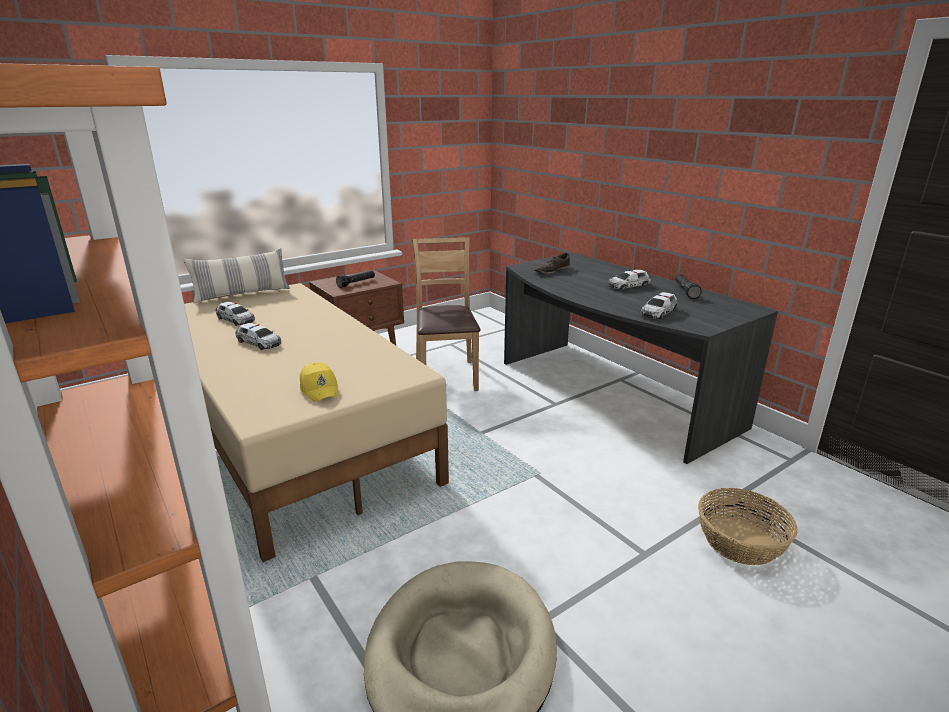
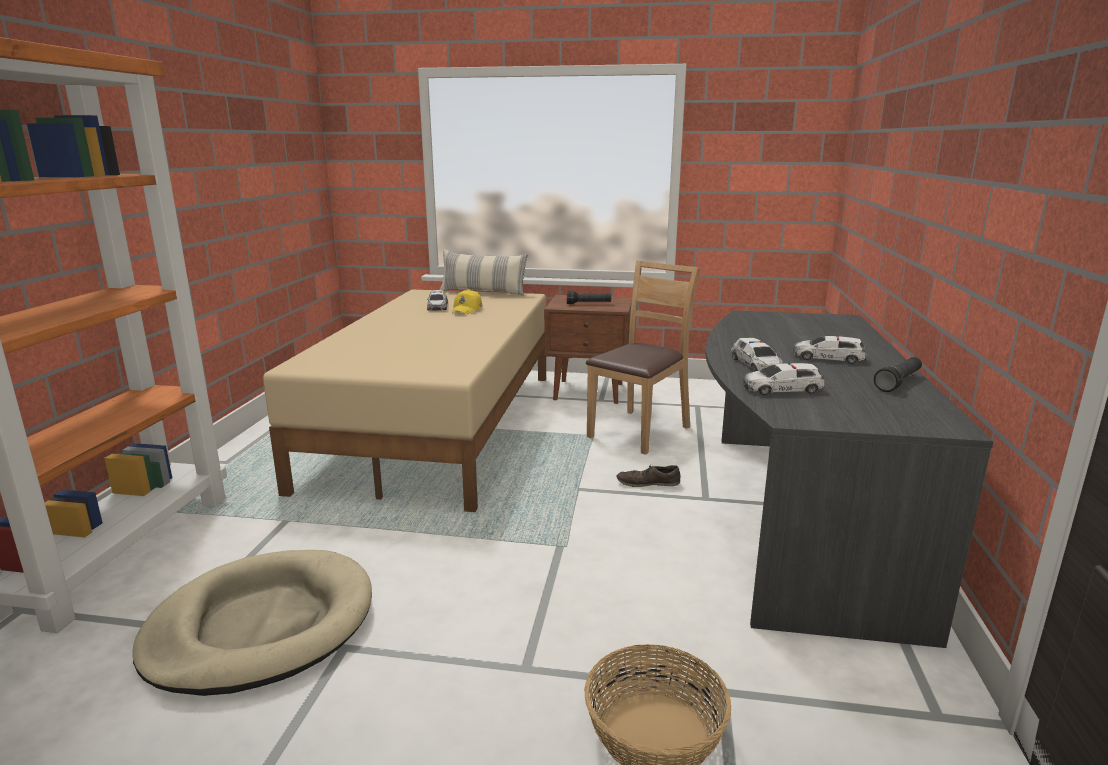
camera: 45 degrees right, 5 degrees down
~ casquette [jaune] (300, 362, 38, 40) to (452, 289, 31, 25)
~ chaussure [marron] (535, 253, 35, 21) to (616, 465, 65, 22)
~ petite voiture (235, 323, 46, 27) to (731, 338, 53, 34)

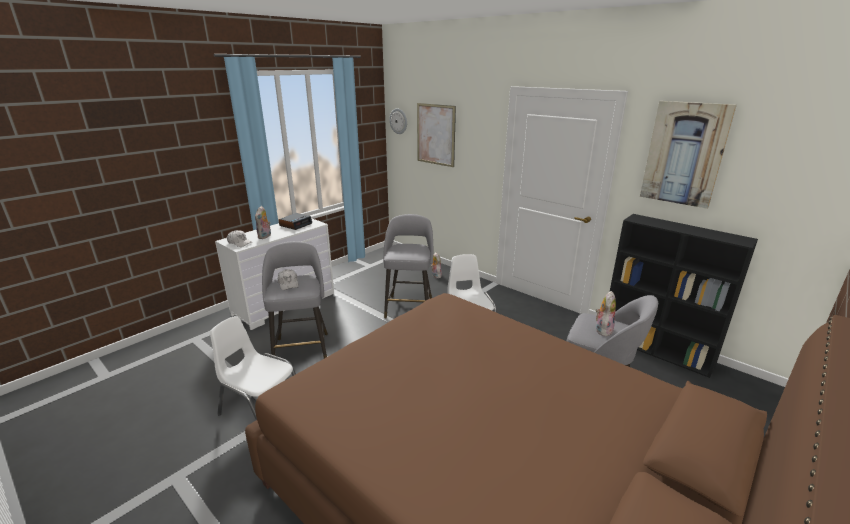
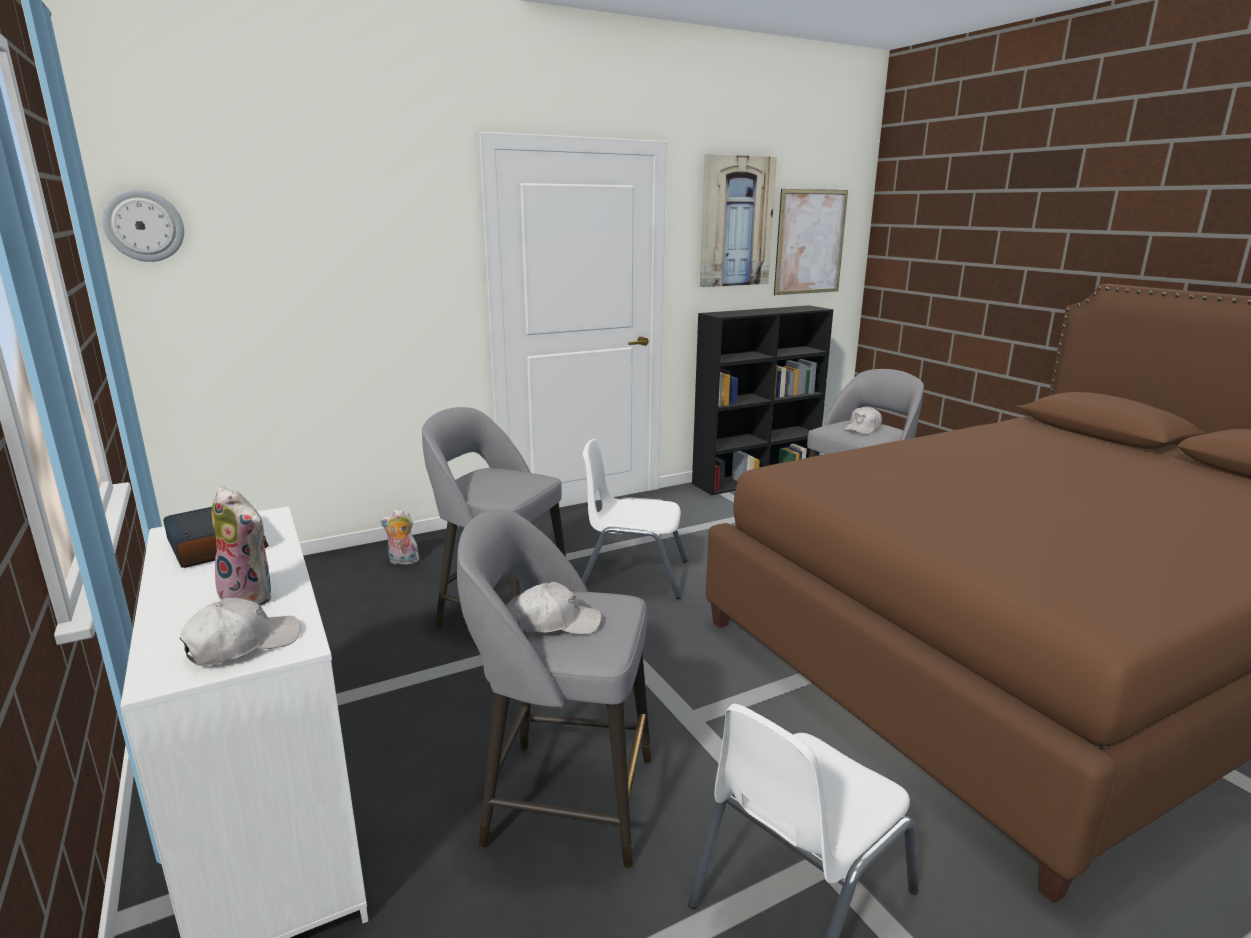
camera: 70 degrees left, 5 degrees down
~ tableau (417, 103, 39, 64) to (774, 189, 74, 106)
~ peluche (596, 291, 20, 45) to casquette [blanc] (844, 406, 38, 29)

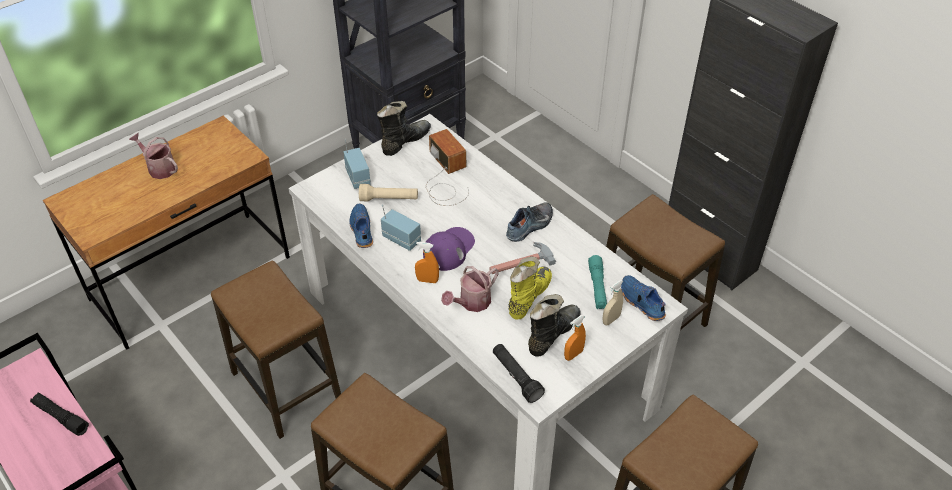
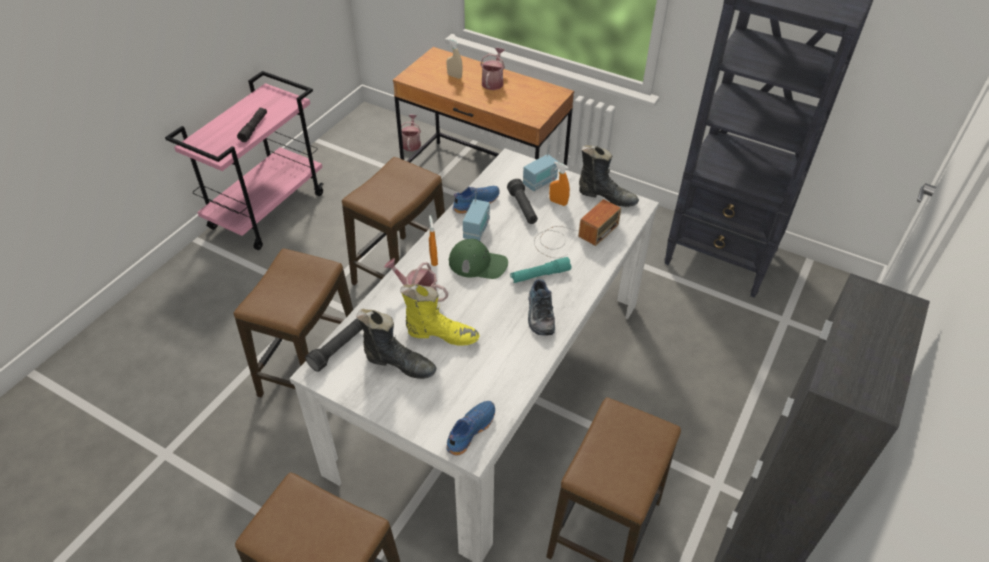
camera: 70 degrees right, 0 degrees up
+ arrosoir (401, 115, 20, 36)
~ vaporisateur [beige] (602, 280, 22, 45) to (447, 39, 16, 40)
~ casquette [violet] (423, 227, 52, 44) to casquette [vert] (449, 239, 59, 40)
~ lampe de poche [beige] (359, 184, 59, 17) to lampe de poche [noir] (507, 179, 31, 45)
~ lampe de poche [turquoise] (588, 255, 19, 54) to (510, 257, 61, 26)
~ chaussure (506, 203, 47, 39) = (528, 279, 27, 56) 60 degrees clockwise
~ vaporisateur [orange] (564, 315, 22, 46) to (549, 162, 21, 44)
- marteau (489, 242, 67, 32)

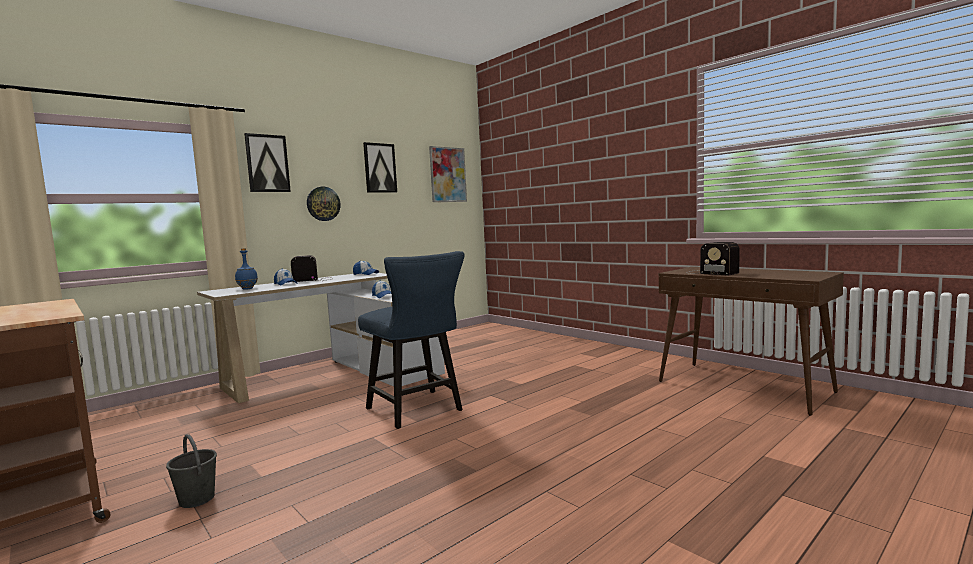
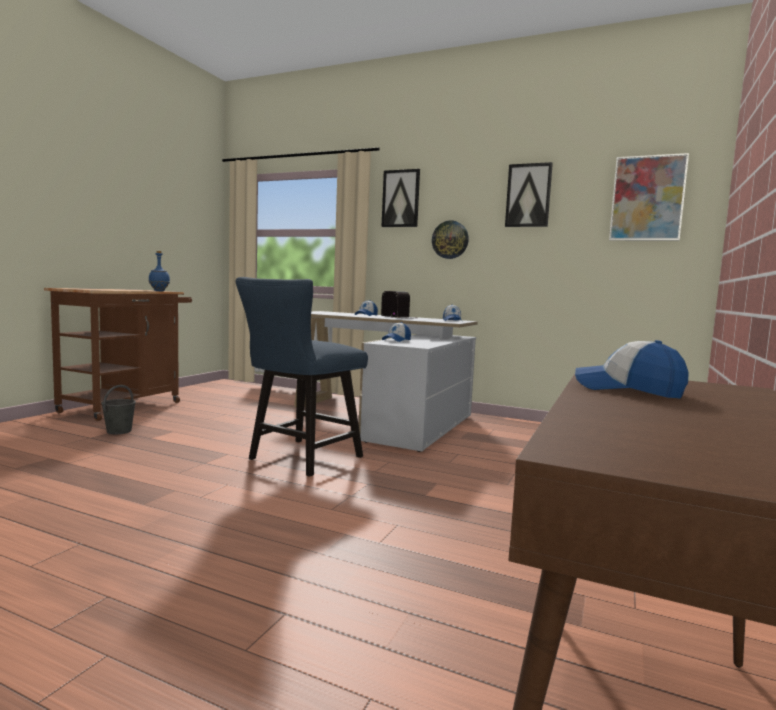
camera: 65 degrees right, 0 degrees up
~ bouteille [bleu] (235, 248, 23, 42) to (149, 251, 21, 40)
~ radio (686, 242, 54, 34) to casquette (575, 340, 114, 58)

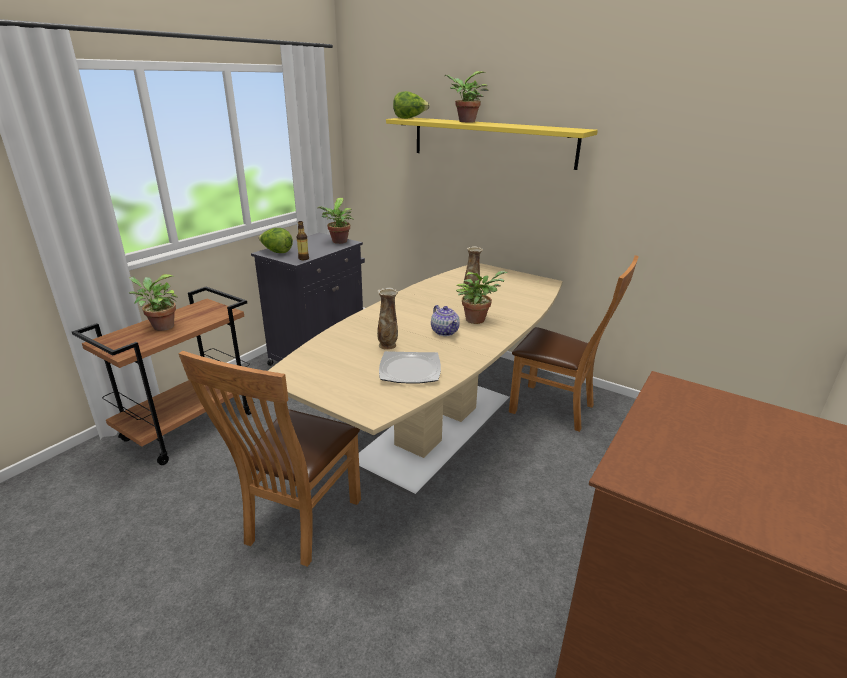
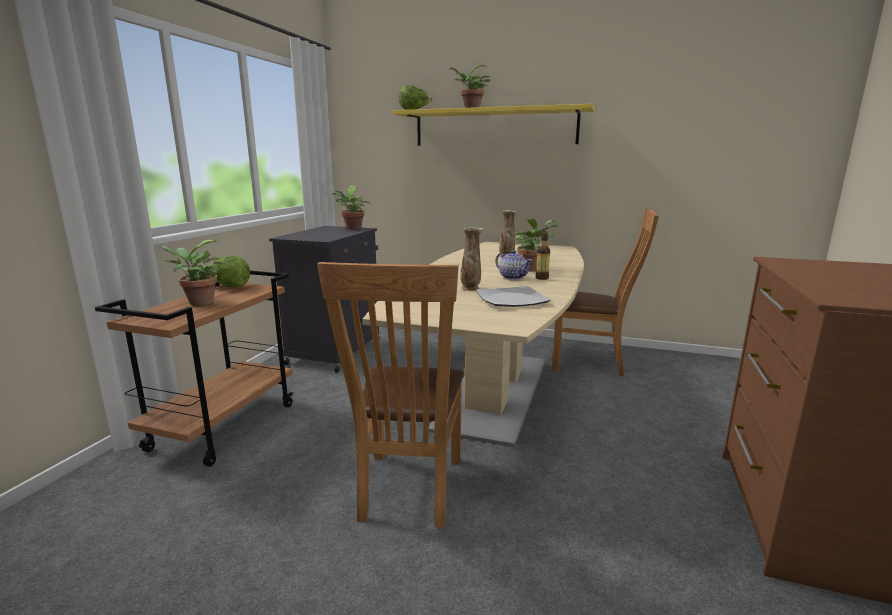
camera: 15 degrees left, 10 degrees down
~ laitue (259, 228, 34, 25) to (208, 256, 42, 31)
~ bouteille (296, 221, 13, 39) to (536, 231, 14, 49)

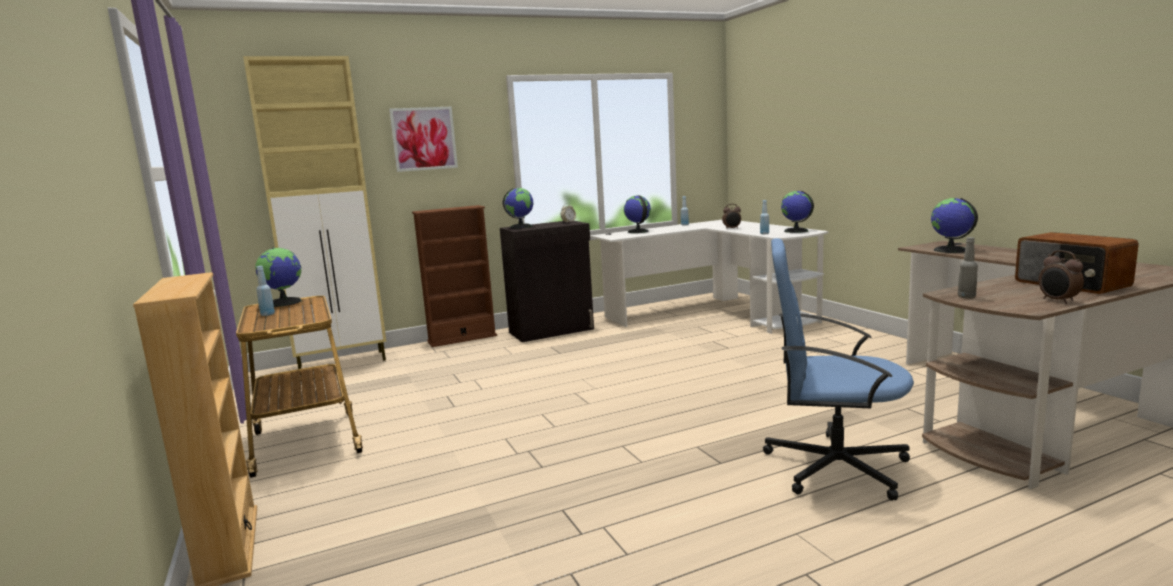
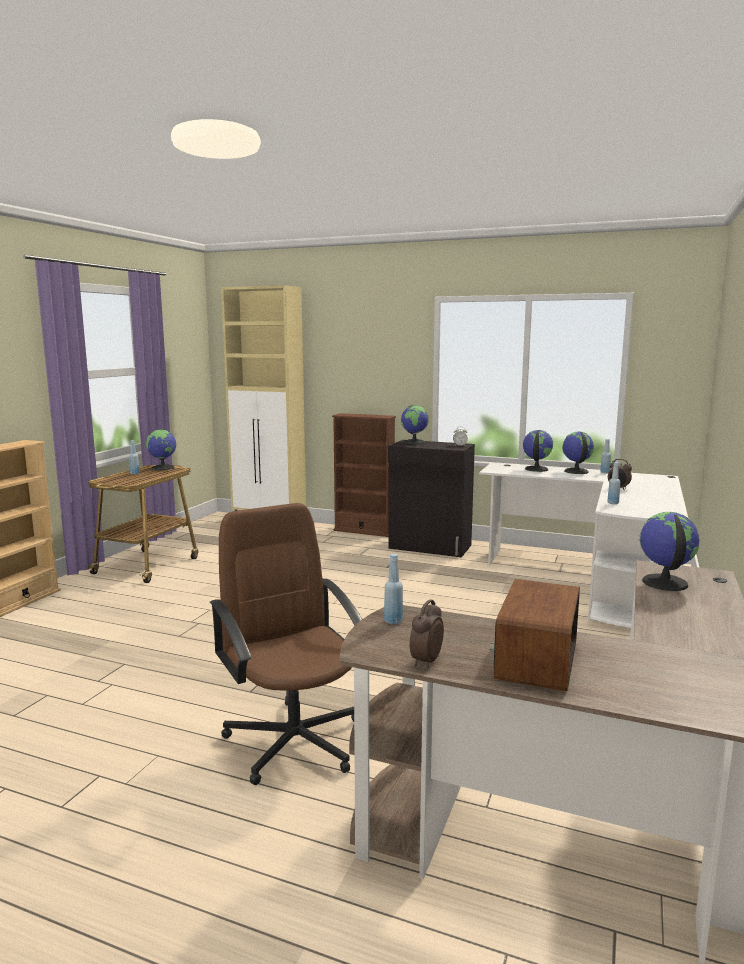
camera: 45 degrees right, 0 degrees up
~ chaise de bureau [bleu] (763, 238, 151, 263) to chaise de bureau [marron] (210, 503, 152, 282)
~ bouteille [gris] (958, 237, 20, 61) to bouteille [bleu] (384, 554, 19, 70)
~ globe (781, 191, 33, 42) to (562, 432, 32, 42)
- tableau (389, 107, 69, 65)

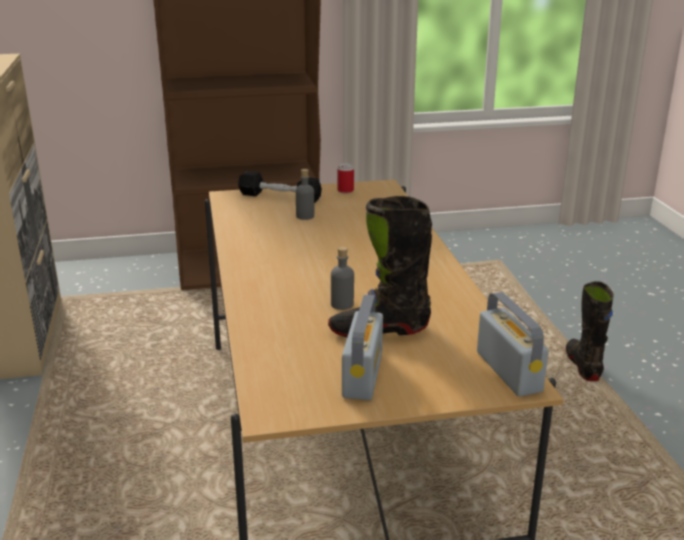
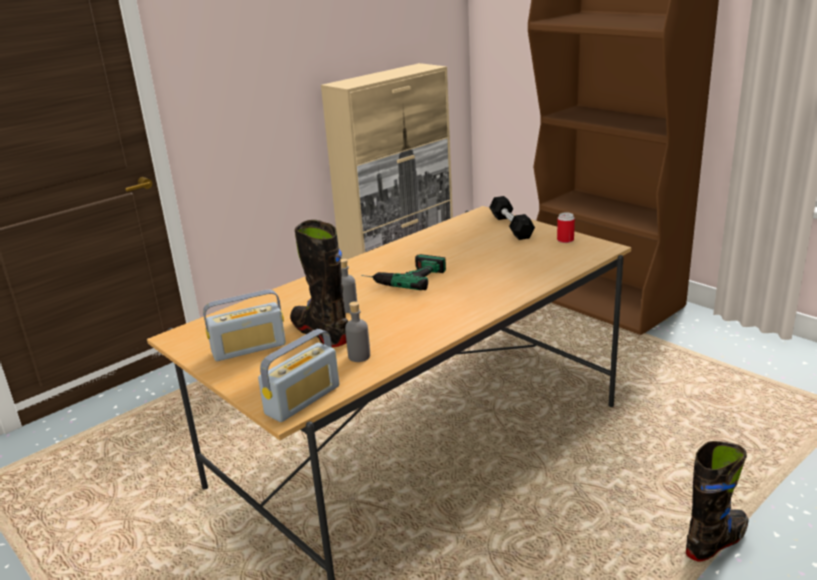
camera: 60 degrees right, 0 degrees up
~ bouteille [gris] (296, 169, 18, 51) to (345, 301, 25, 61)
+ perceuse (361, 254, 85, 36)

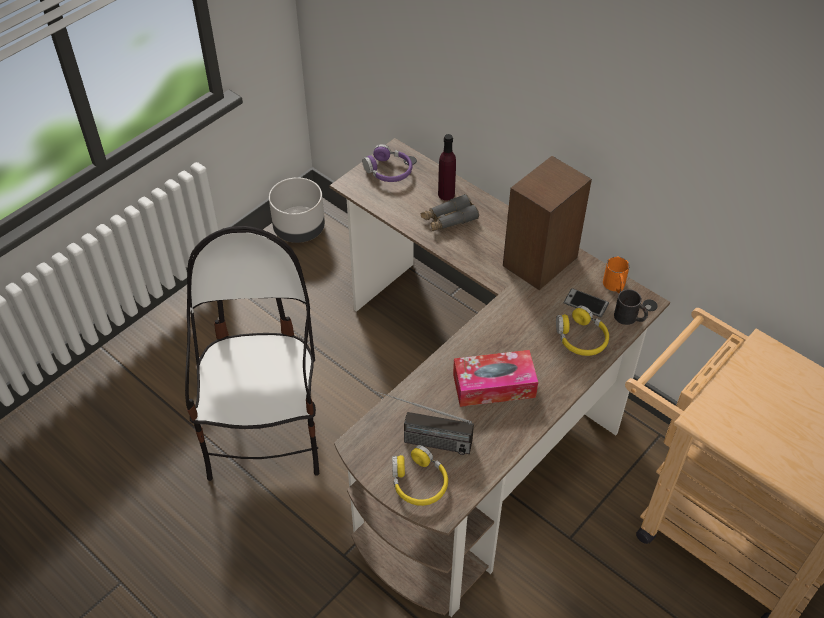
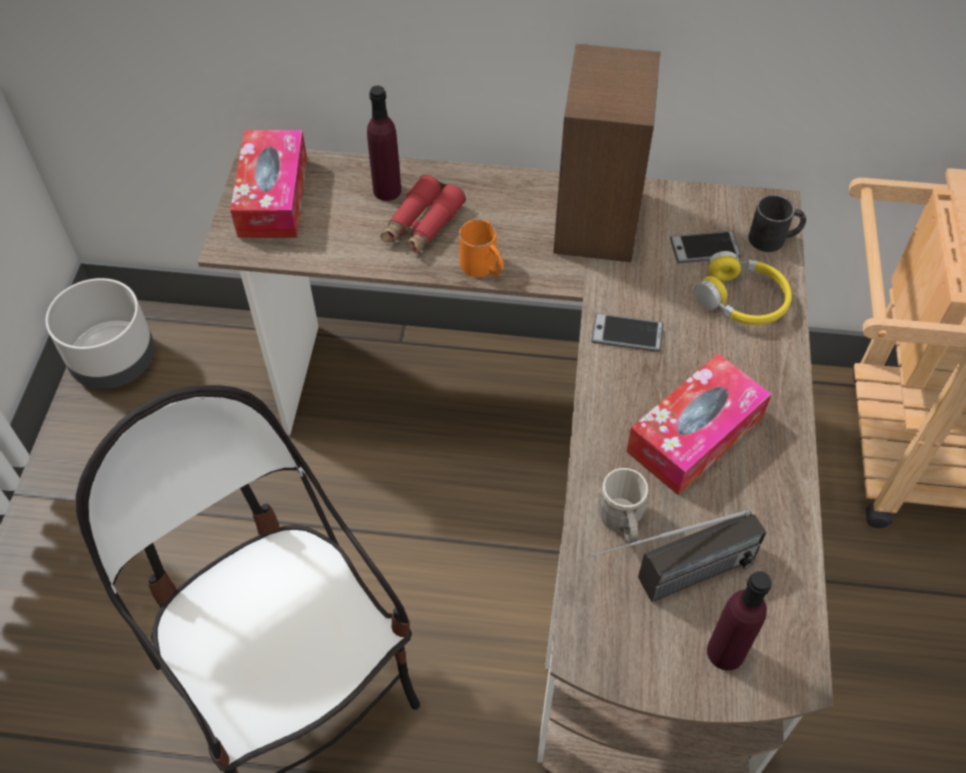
camera: 35 degrees left, 5 degrees up
~ casque audio [violet] (362, 144, 50, 38) to boîte à mouchoirs (230, 130, 77, 108)
~ jumelles [gris] (421, 194, 58, 38) to jumelles [rouge] (380, 174, 86, 81)
~ mug [orange] (603, 257, 27, 36) to (459, 219, 45, 58)
+ téléphone (591, 313, 73, 39)
+ mug [gris] (597, 468, 52, 78)
~ casque audio [jaune] (392, 445, 56, 61) to bouteille [violet] (707, 571, 65, 99)

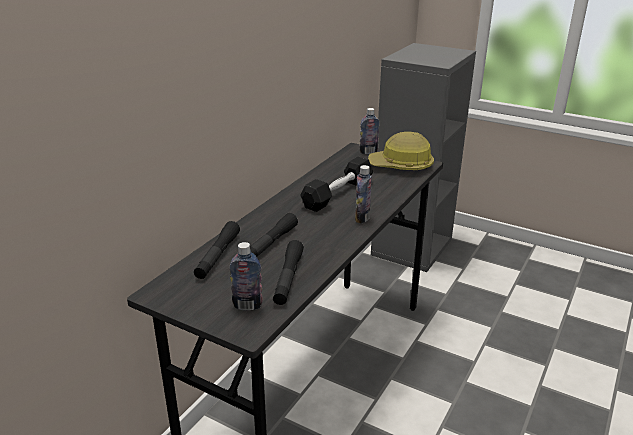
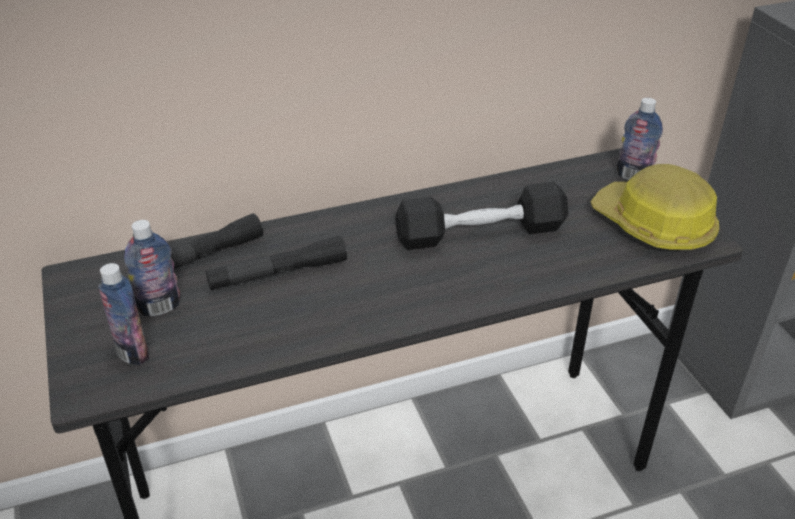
camera: 40 degrees right, 10 degrees up
~ bouteille (355, 165, 17, 58) to (124, 220, 56, 96)
- lampe de poche [noir] (273, 240, 31, 65)

